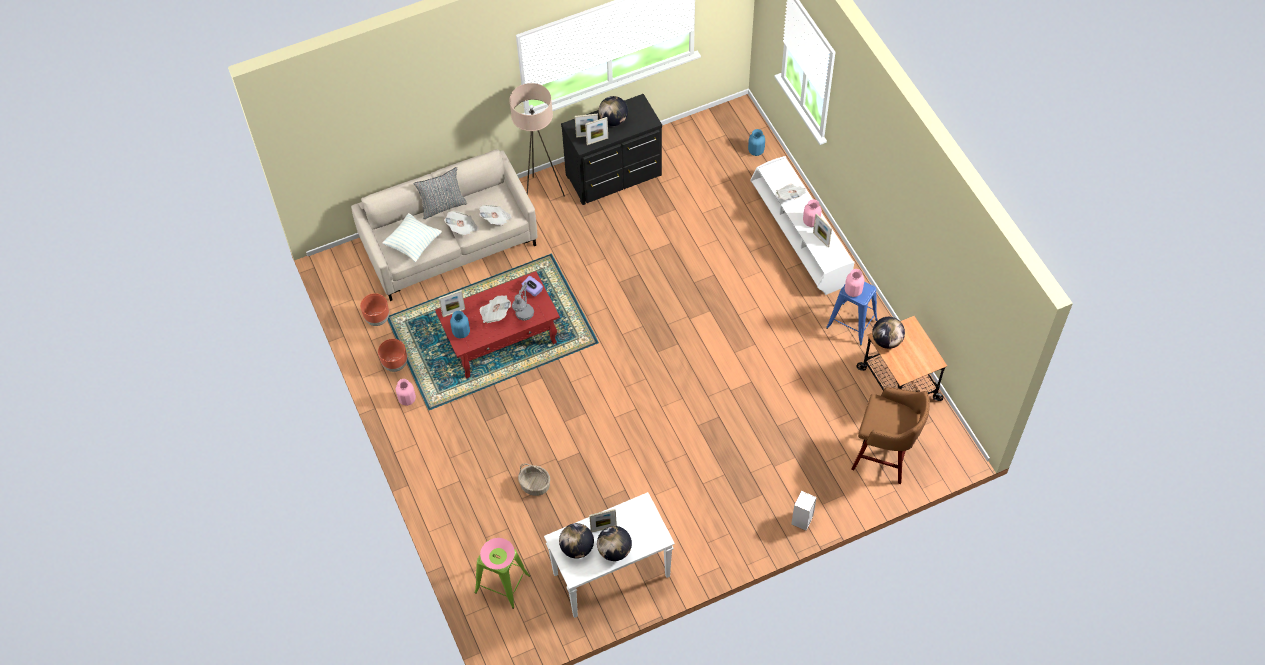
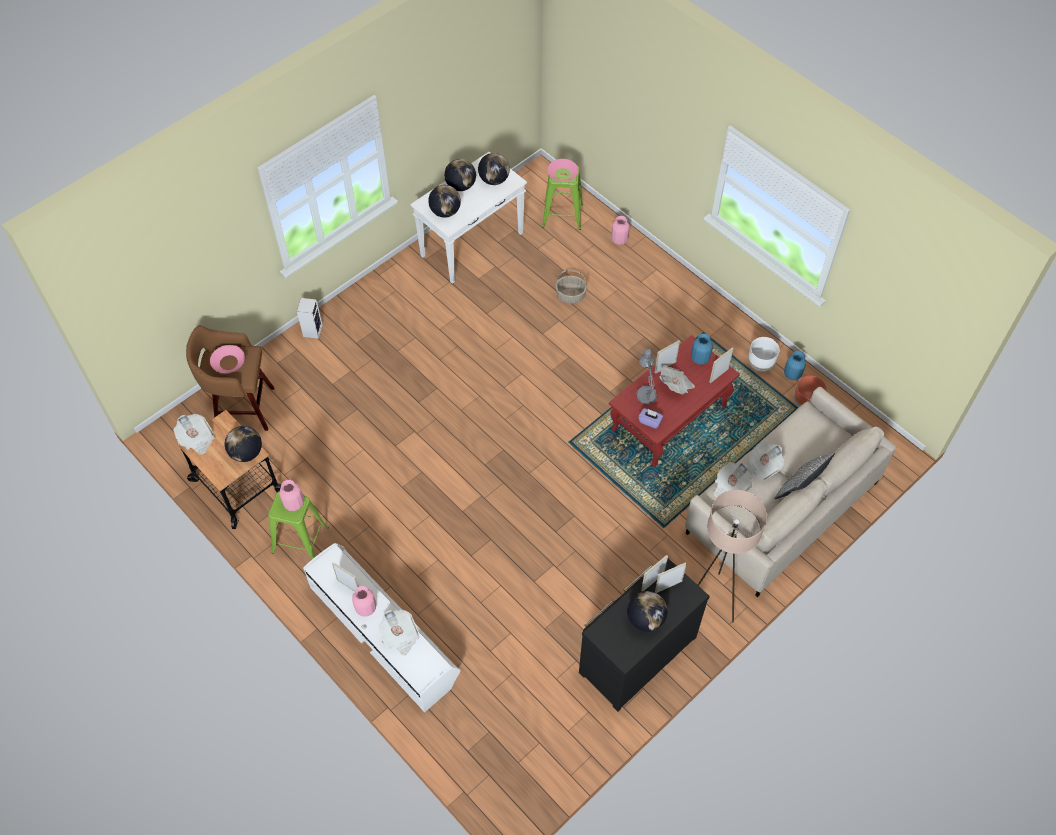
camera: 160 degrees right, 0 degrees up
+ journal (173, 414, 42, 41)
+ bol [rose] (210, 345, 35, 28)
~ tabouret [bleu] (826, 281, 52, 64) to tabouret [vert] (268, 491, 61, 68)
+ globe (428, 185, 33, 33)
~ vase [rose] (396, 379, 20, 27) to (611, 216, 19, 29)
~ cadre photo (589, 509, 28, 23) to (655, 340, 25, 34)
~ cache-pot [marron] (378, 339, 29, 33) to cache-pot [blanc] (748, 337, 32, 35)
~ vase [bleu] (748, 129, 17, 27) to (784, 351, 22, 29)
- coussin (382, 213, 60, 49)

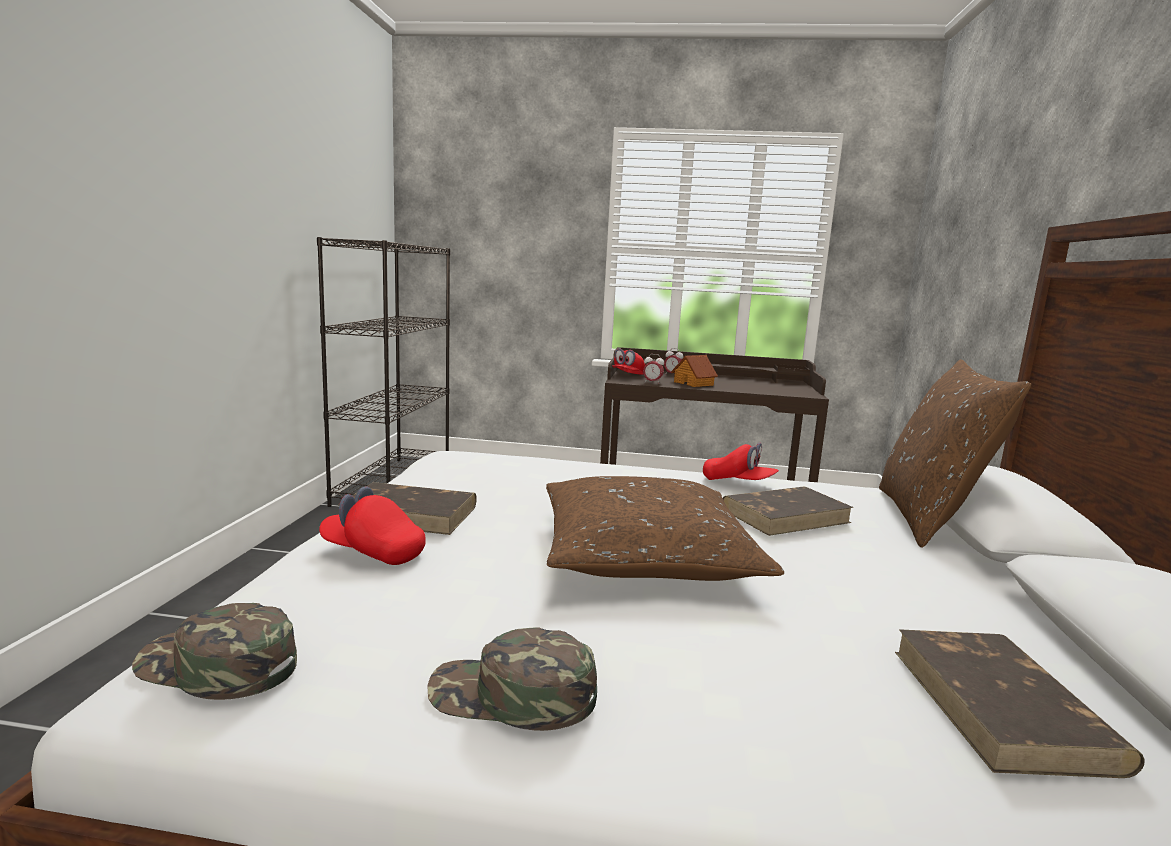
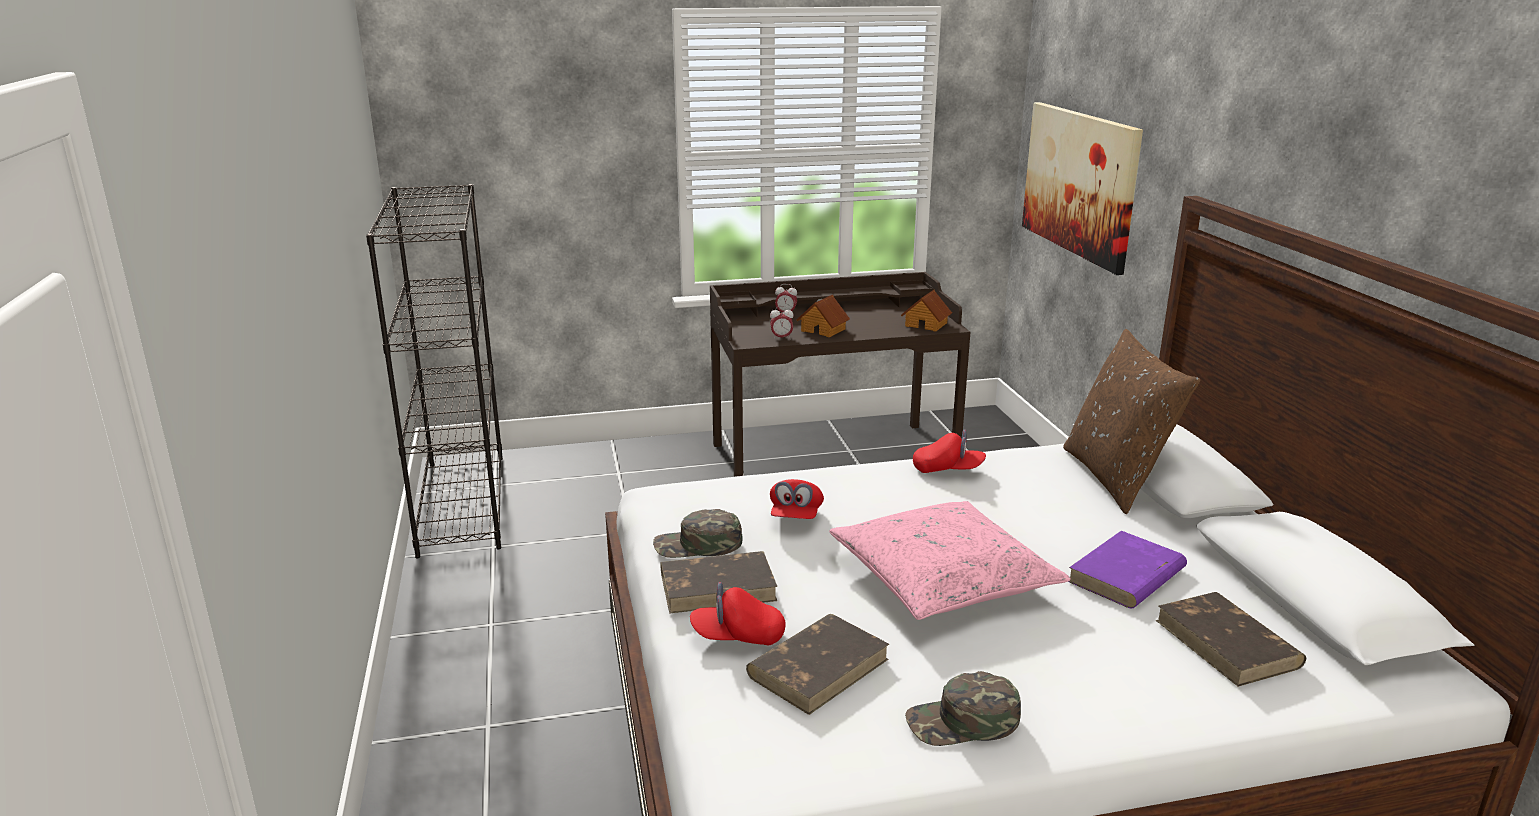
camera: 20 degrees left, 10 degrees up
~ casquette [vert] (132, 603, 165, 97) to (653, 509, 89, 49)
~ livre [marron] (723, 487, 131, 49) to (746, 614, 143, 101)
~ casquette [rouge] (612, 349, 33, 25) to (770, 479, 54, 40)
~ coussin [marron] (546, 476, 238, 105) to coussin [rose] (829, 501, 242, 119)
+ maison miniature (901, 290, 51, 42)
+ tableau (1022, 102, 121, 173)
+ livre [violet] (1068, 531, 119, 78)

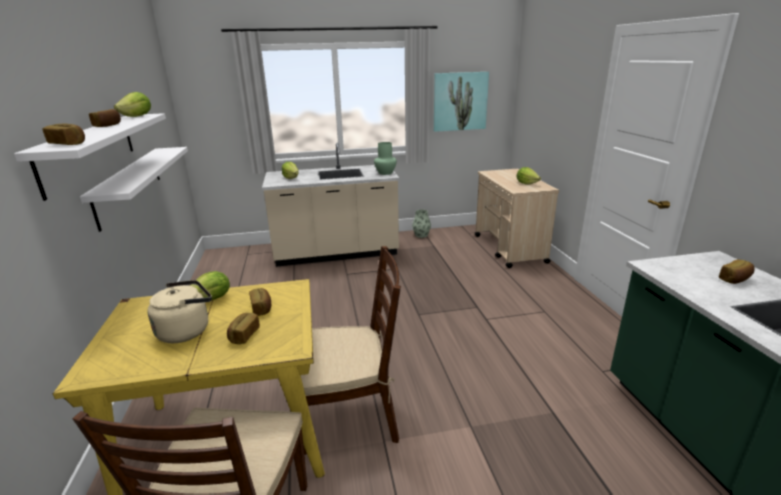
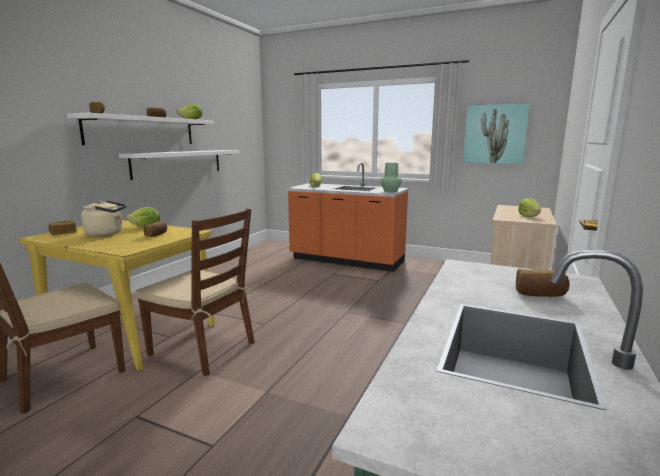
camera: 35 degrees right, 10 degrees down
~ pain (227, 313, 33, 31) to (48, 220, 29, 15)
~ comptoir de cuisine [beige] (262, 143, 137, 124) to comptoir de cuisine [orange] (286, 162, 123, 110)
- vase (412, 209, 19, 29)

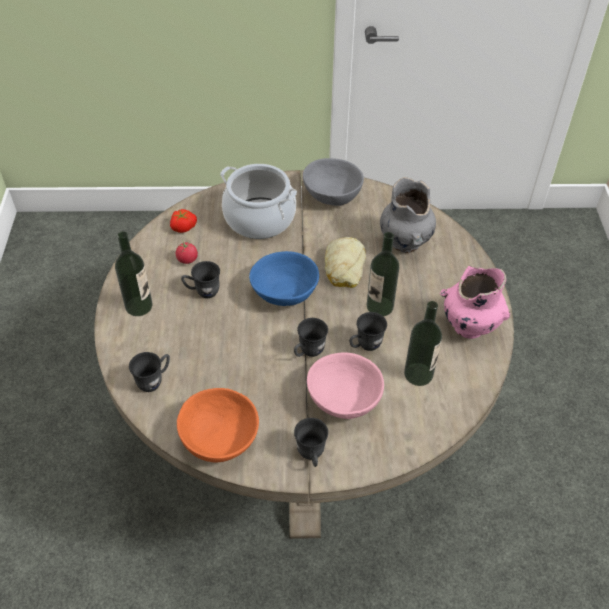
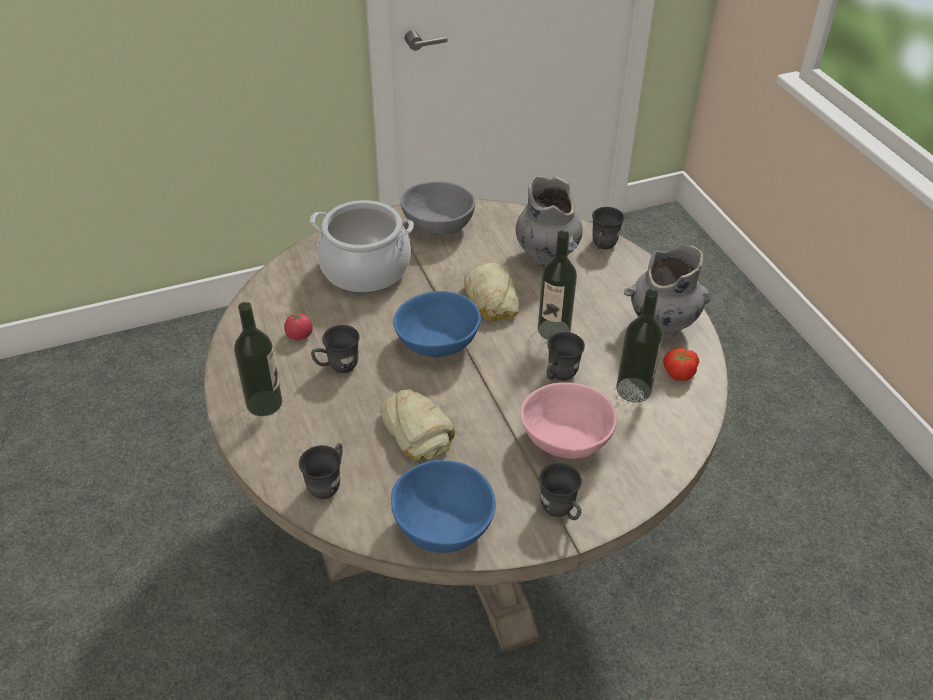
camera: 20 degrees left, 5 degrees down
+ pain (380, 389, 75, 71)
~ bol [orange] (177, 388, 82, 74) to bol [bleu] (391, 460, 105, 93)
~ mug [gris] (294, 318, 34, 39) to (592, 207, 32, 42)
~ vase [rose] (440, 266, 70, 73) to vase [gris] (624, 245, 86, 94)
~ tomate (170, 209, 27, 24) to (663, 348, 36, 33)

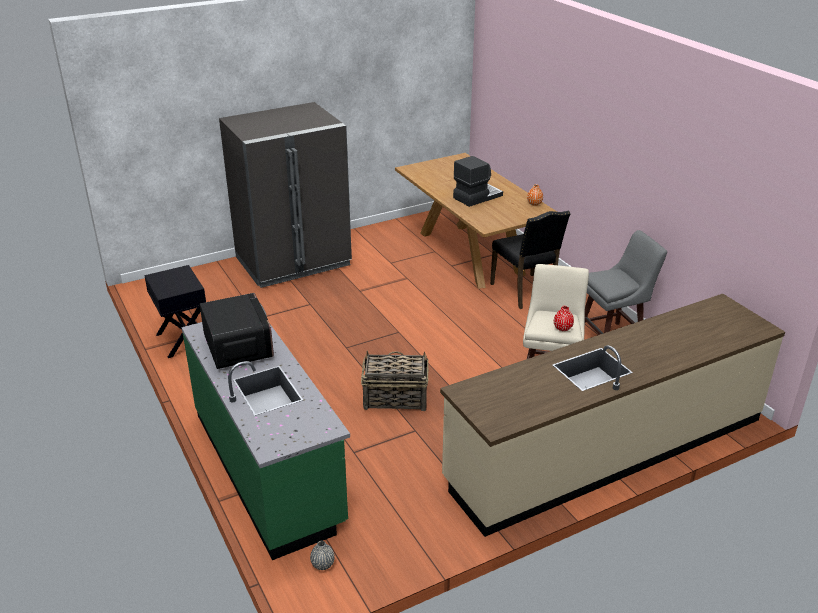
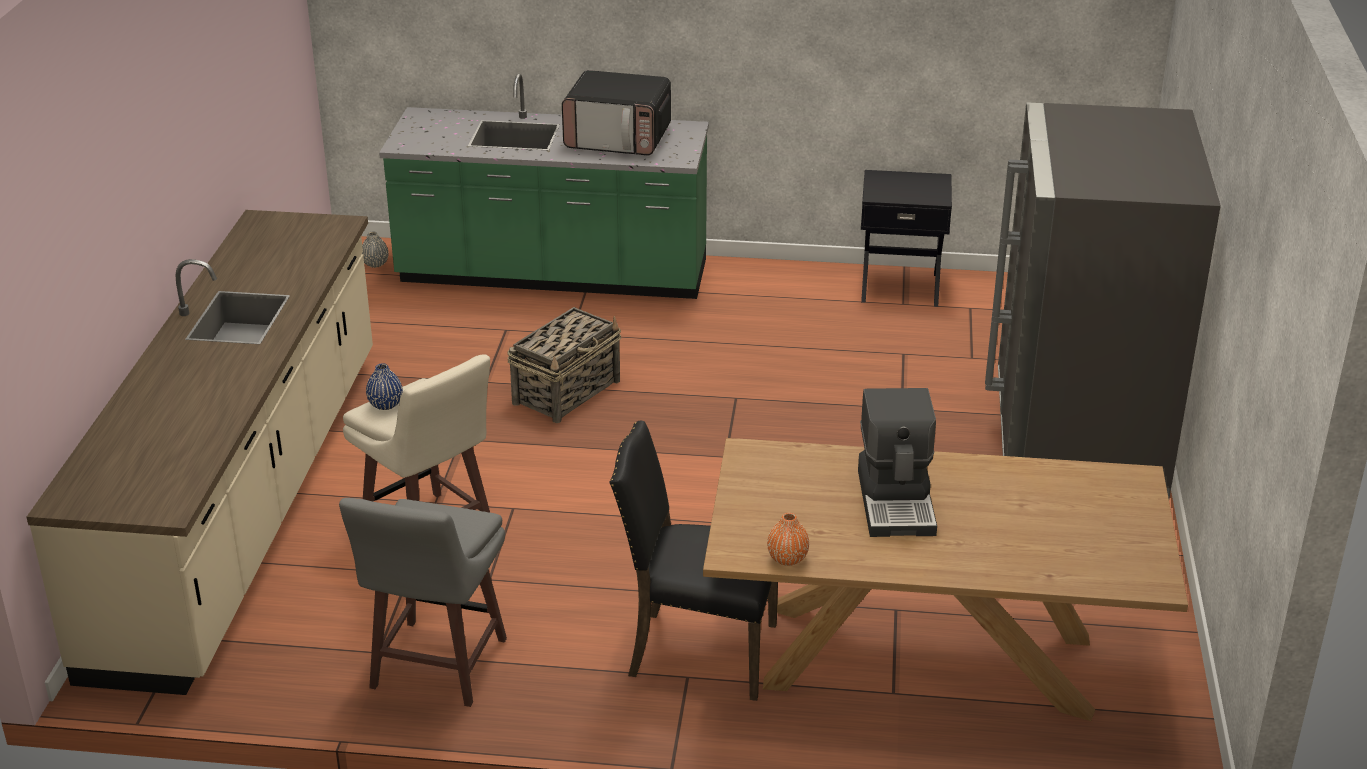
camera: 125 degrees right, 0 degrees up
~ vase [rouge] (554, 306, 20, 25) to vase [bleu] (366, 363, 37, 47)

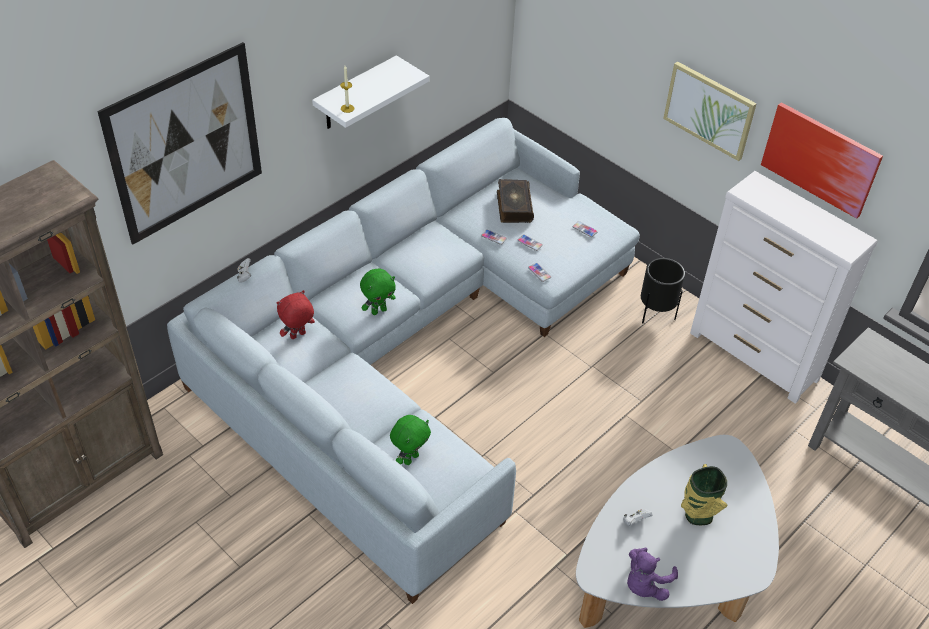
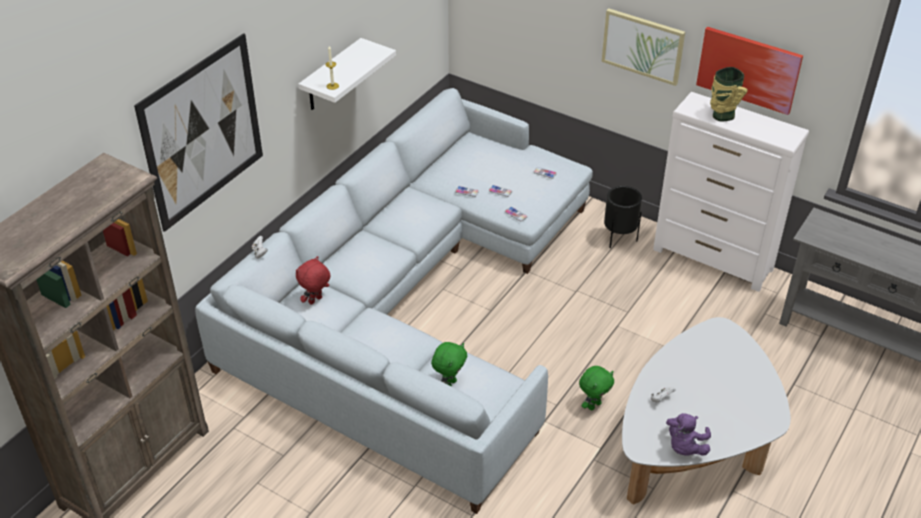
camera: 10 degrees left, 5 degrees down
~ peluche [vert] (360, 269, 36, 46) to (579, 366, 35, 44)
~ vase (681, 464, 46, 61) to (710, 67, 38, 55)
- livre (497, 179, 37, 44)

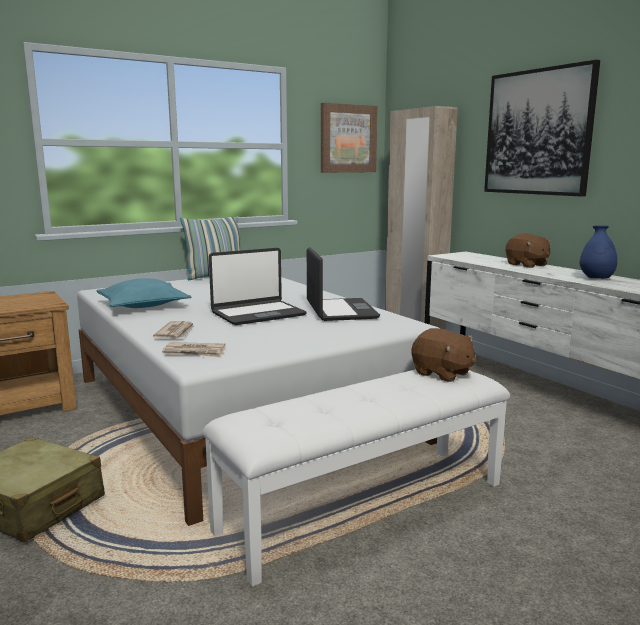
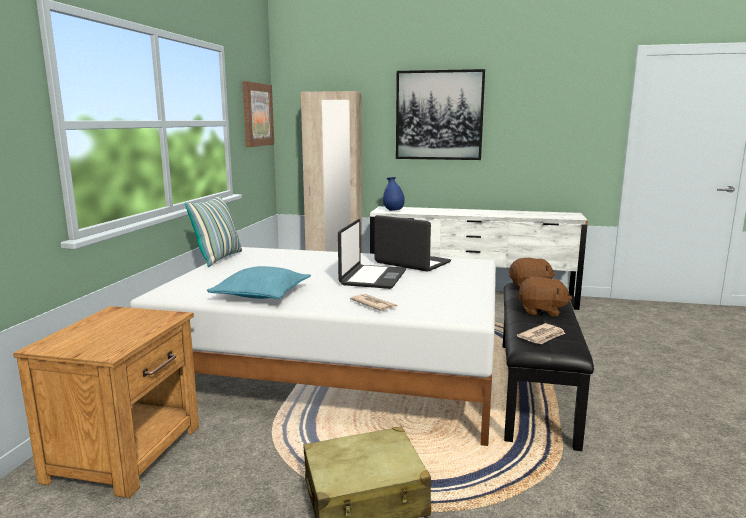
camera: 45 degrees left, 0 degrees up
~ vase [bleu] (580, 225, 38, 54) to (383, 177, 22, 34)
~ banc [blanc] (202, 369, 308, 218) to banc [noir] (503, 282, 91, 169)
~ peluche [marron] (506, 233, 45, 35) to (517, 277, 55, 39)
~ journal (162, 342, 63, 15) to (517, 323, 48, 21)

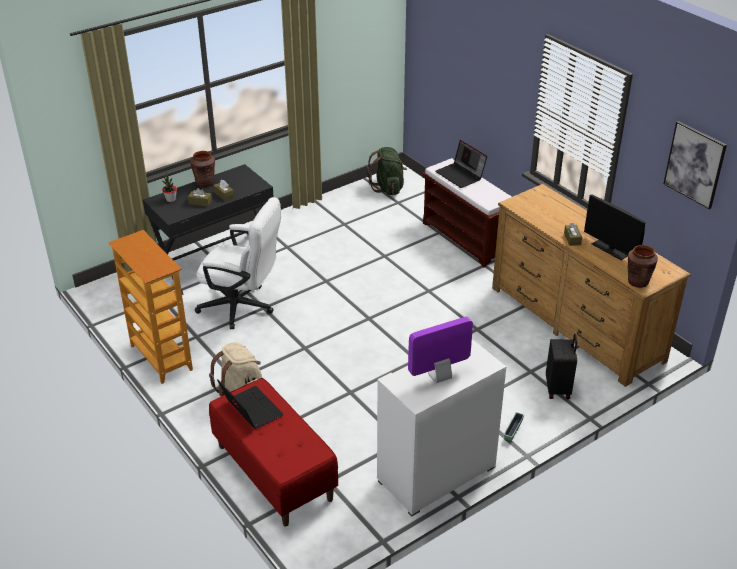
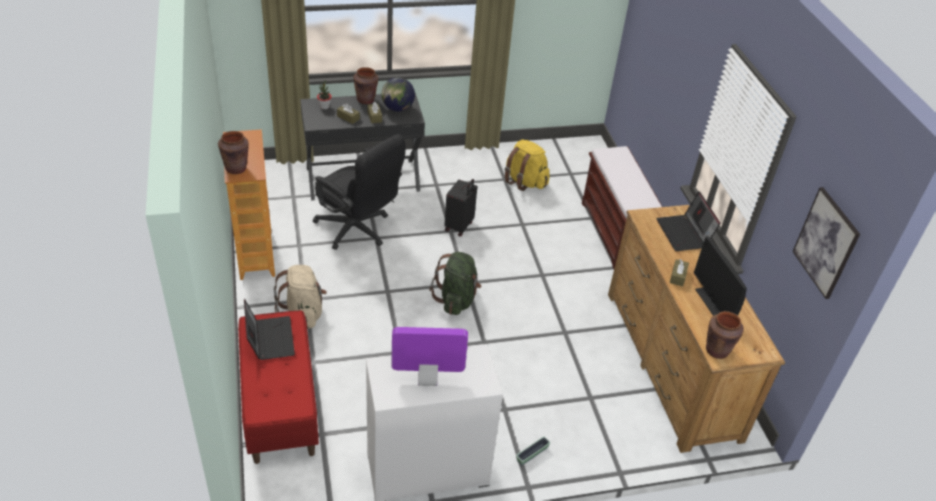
camera: 20 degrees right, 5 degrees up
+ vase [marron] (218, 131, 31, 43)
~ chaise de bureau [blanc] (195, 197, 86, 132) to chaise de bureau [noir] (313, 134, 93, 116)
+ globe (381, 77, 34, 35)
~ sac à dos [vert] (367, 147, 40, 48) to (429, 252, 52, 63)
~ valise [noir] (546, 334, 31, 65) to (444, 179, 33, 58)
+ sac à dos [jaune] (505, 140, 45, 51)
~ ordinateur portable (436, 140, 51, 48) to (656, 191, 65, 60)

